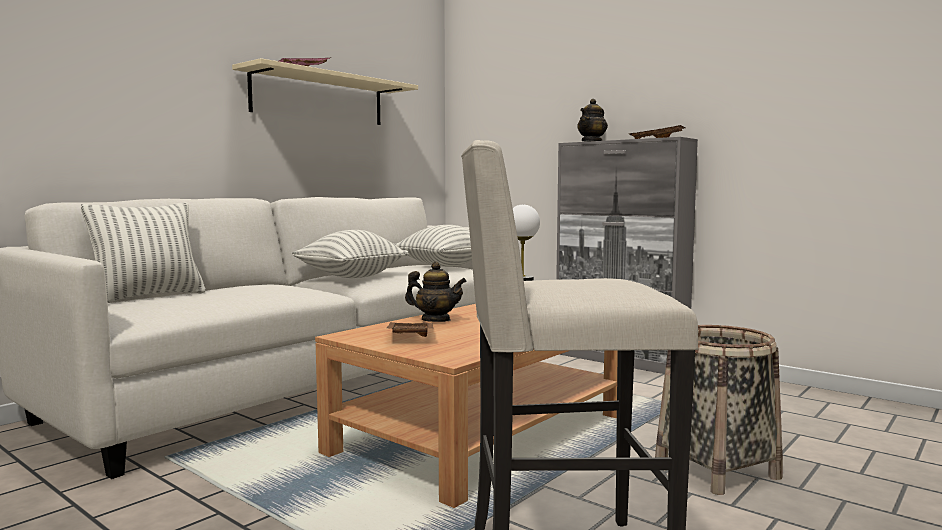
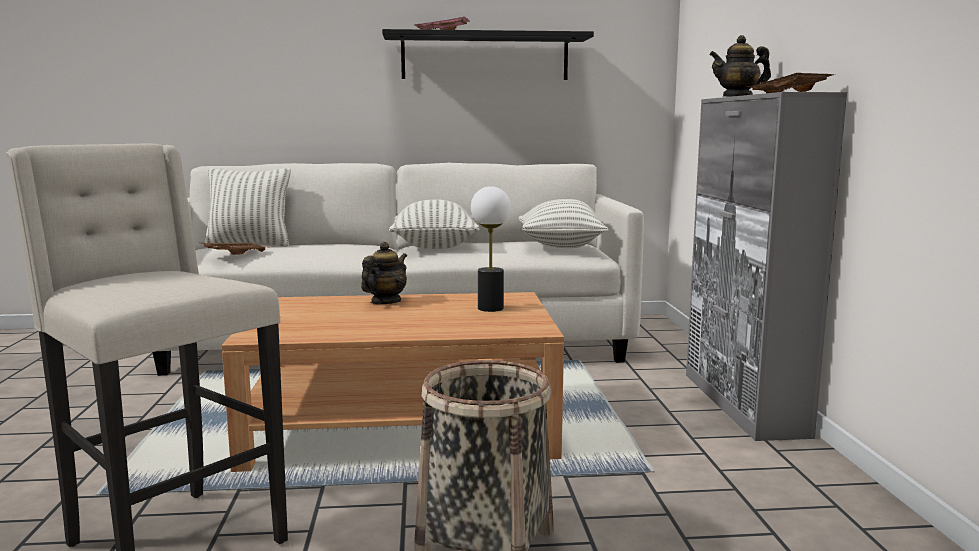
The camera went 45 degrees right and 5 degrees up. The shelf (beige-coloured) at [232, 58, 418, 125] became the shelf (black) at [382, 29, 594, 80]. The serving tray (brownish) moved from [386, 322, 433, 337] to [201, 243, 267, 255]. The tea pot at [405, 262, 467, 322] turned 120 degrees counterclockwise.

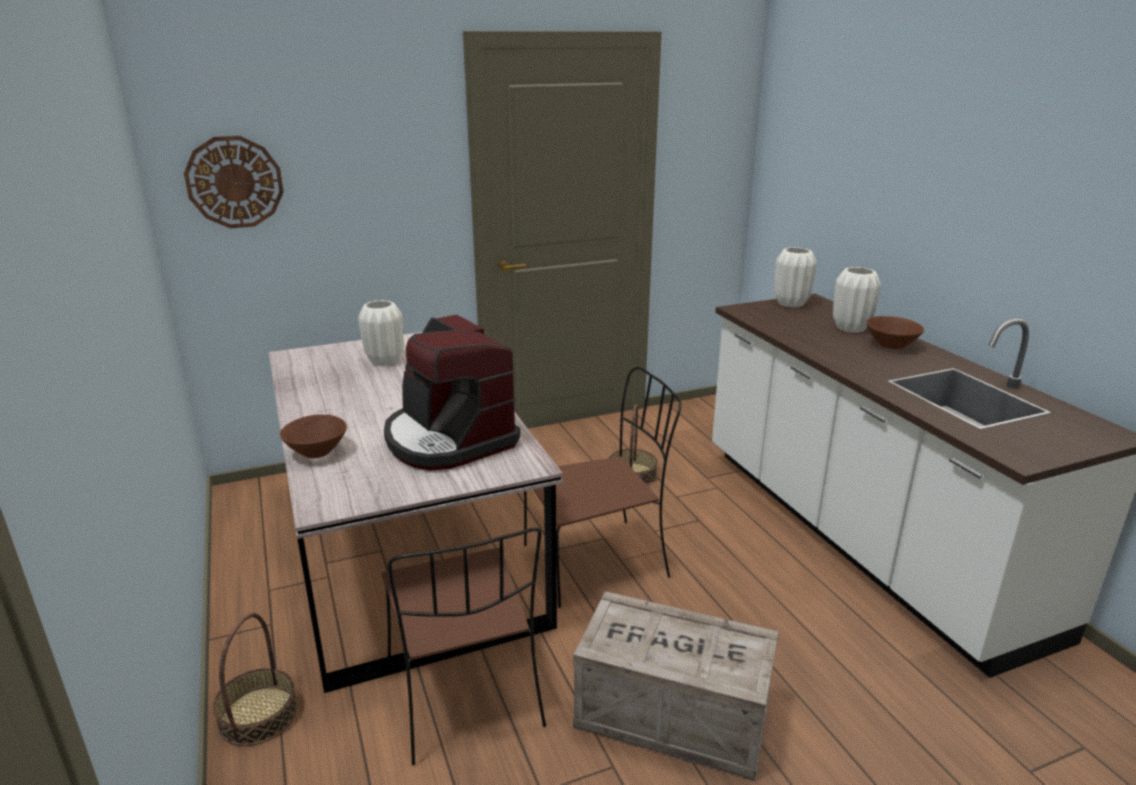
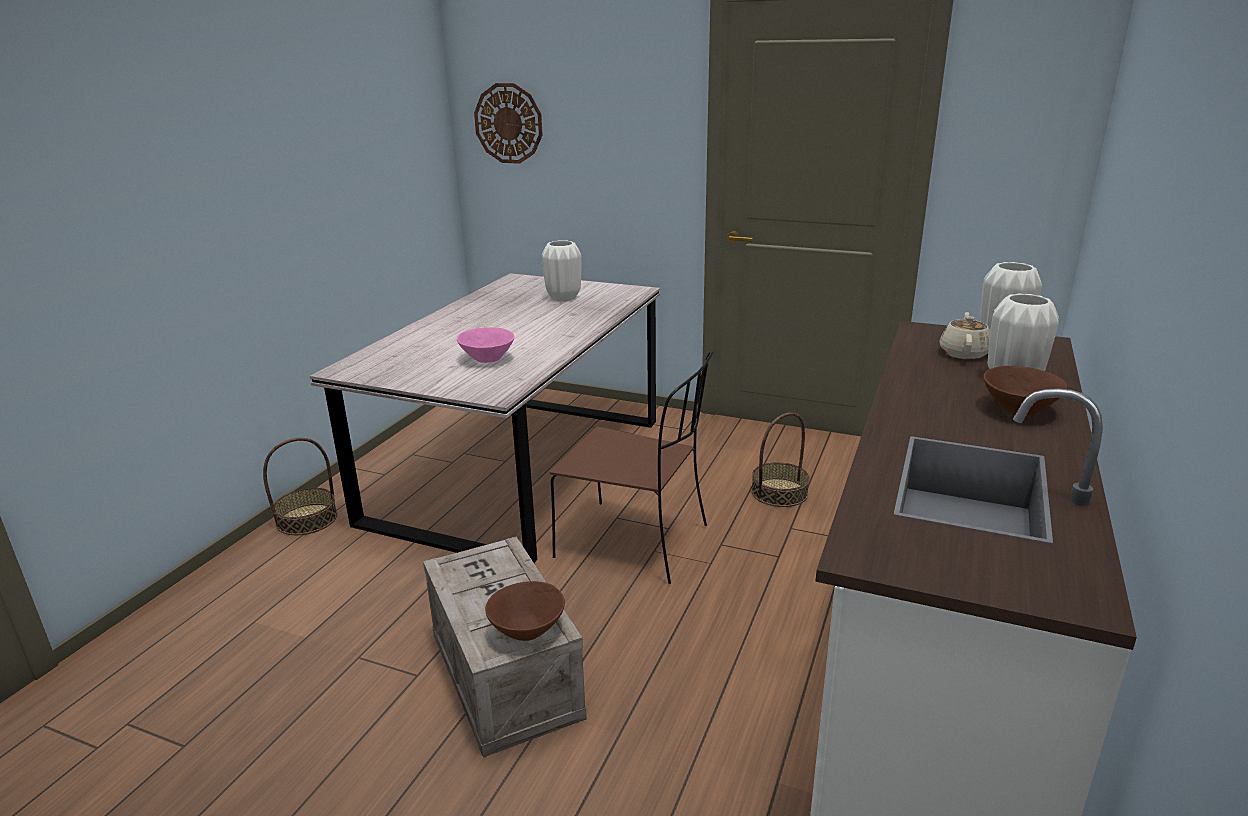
The camera went 45 degrees right and 0 degrees up. The deep dish (brownish) moved from [280, 414, 347, 458] to [485, 581, 565, 641]. The plain chair (brownish) at [381, 527, 546, 765] disappeared. The coffee maker at [384, 314, 520, 471] was replaced by the deep dish (pinkish) at [457, 328, 514, 363]. The tea pot (beige-coloured) at [939, 312, 990, 359] appeared.

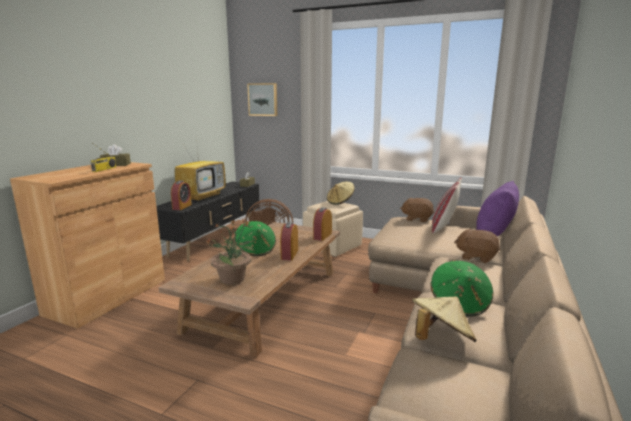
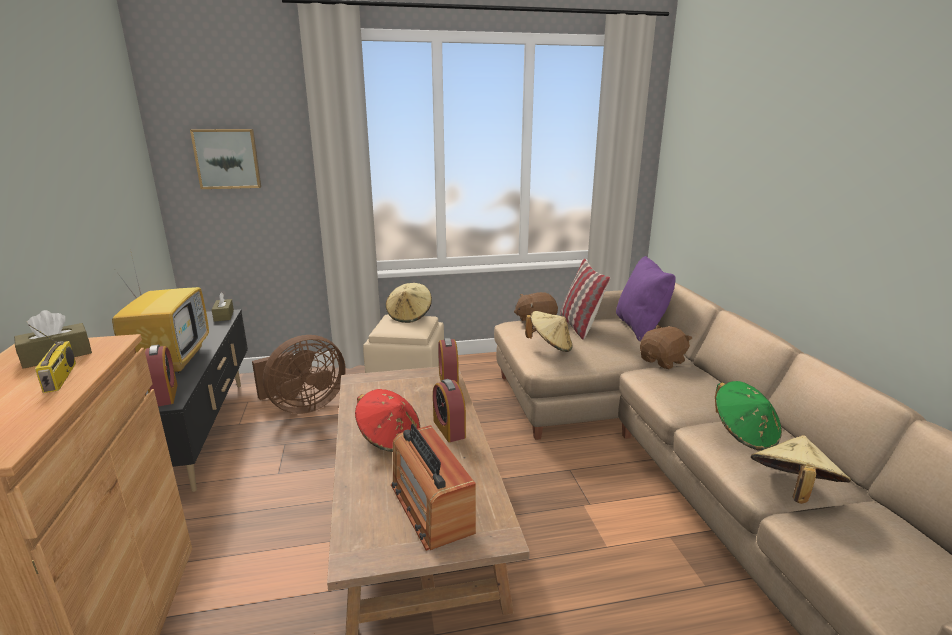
The camera went 35 degrees left and 5 degrees up. The plant in a pot at [204, 218, 254, 285] was replaced by the radio at [391, 424, 476, 551]. The hat (green) at [234, 221, 276, 256] became the hat (reddish) at [355, 389, 420, 452]. The plush toy (brownish) at [454, 228, 500, 263] turned 150 degrees clockwise. The hat (beige-coloured) at [525, 311, 573, 352] appeared.

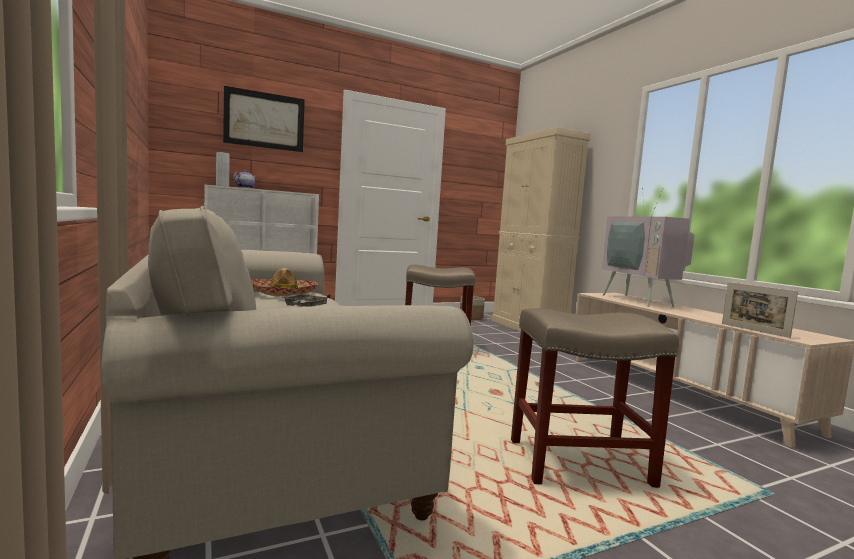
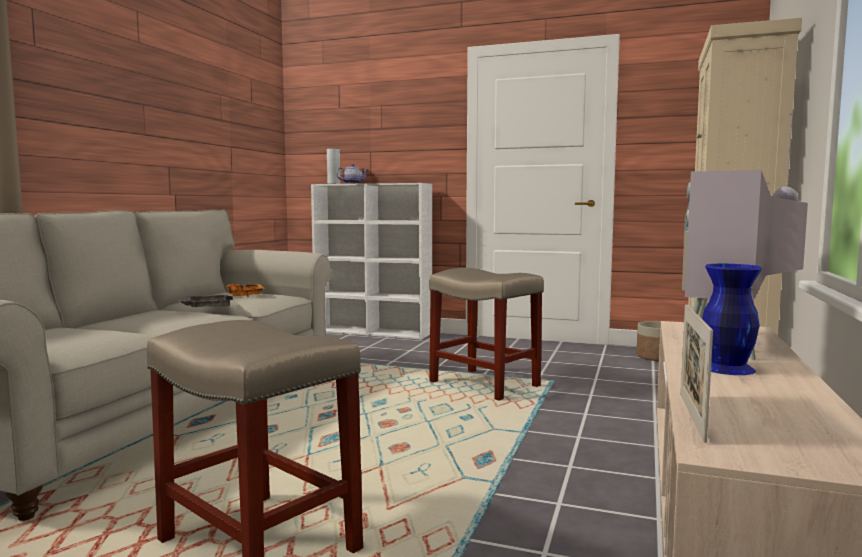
The camera went 45 degrees right and 0 degrees up. The wall art at [223, 86, 305, 152] disappeared. The hat at [251, 268, 319, 297] was replaced by the serving tray (orangey) at [226, 283, 265, 297]. The vase (bluish) at [702, 264, 762, 375] appeared.

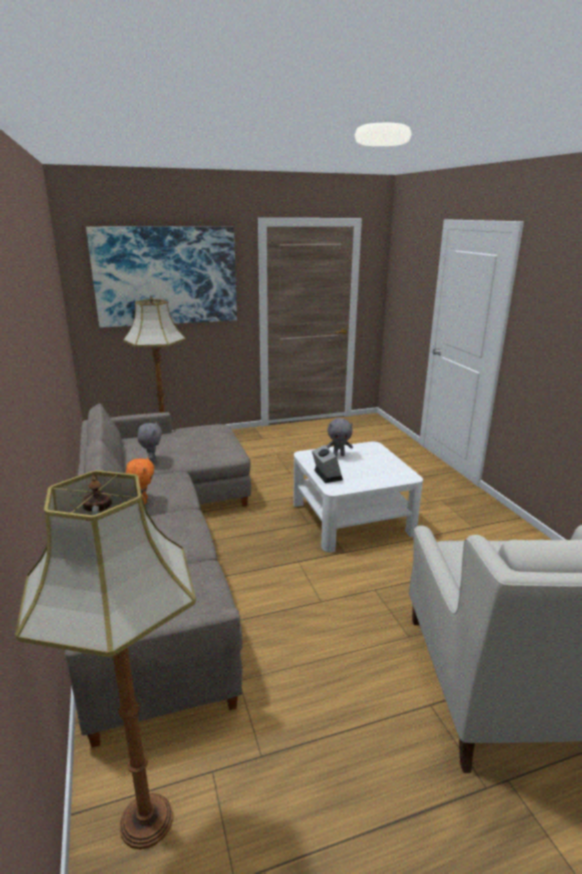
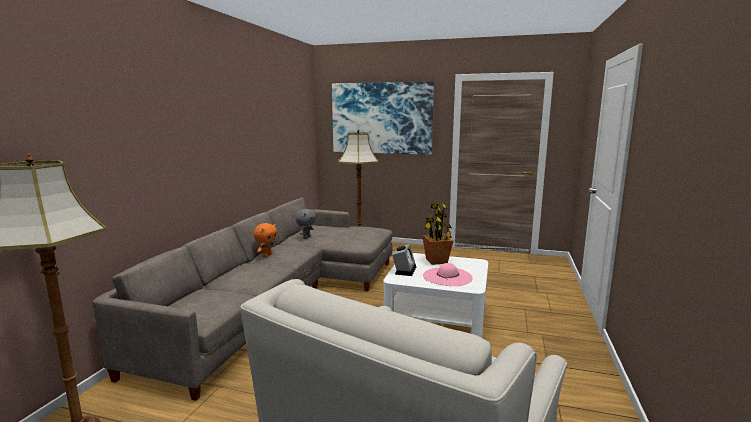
The camera went 35 degrees right and 10 degrees down. The plush toy (gray) at [327, 418, 353, 456] was replaced by the plant in a pot at [422, 203, 454, 265]. The hat (pinkish) at [423, 263, 473, 286] appeared.

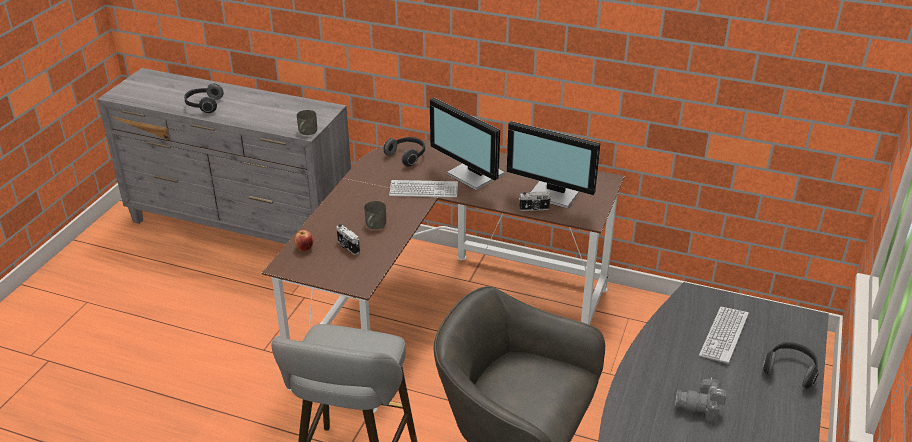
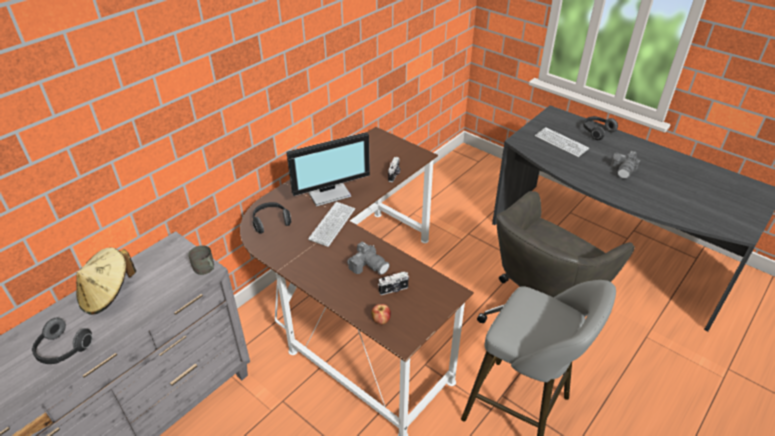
The camera went 70 degrees left and 5 degrees up. The tea mug (gray) at [364, 201, 386, 229] was replaced by the still camera at [347, 242, 390, 275]. The computer screen at [507, 121, 600, 209] disappeared. The hat (beige-coloured) at [76, 247, 136, 315] appeared.

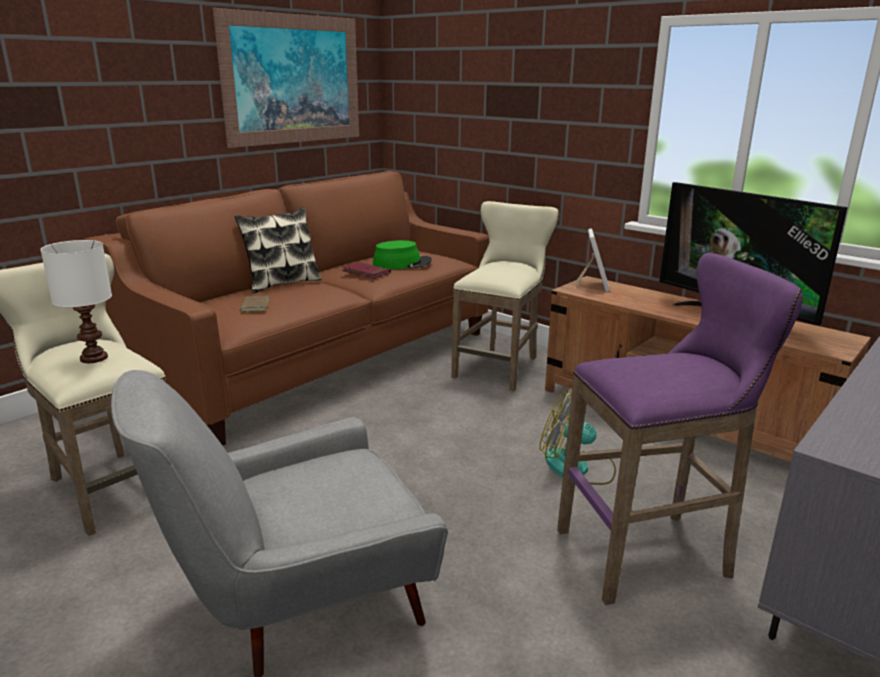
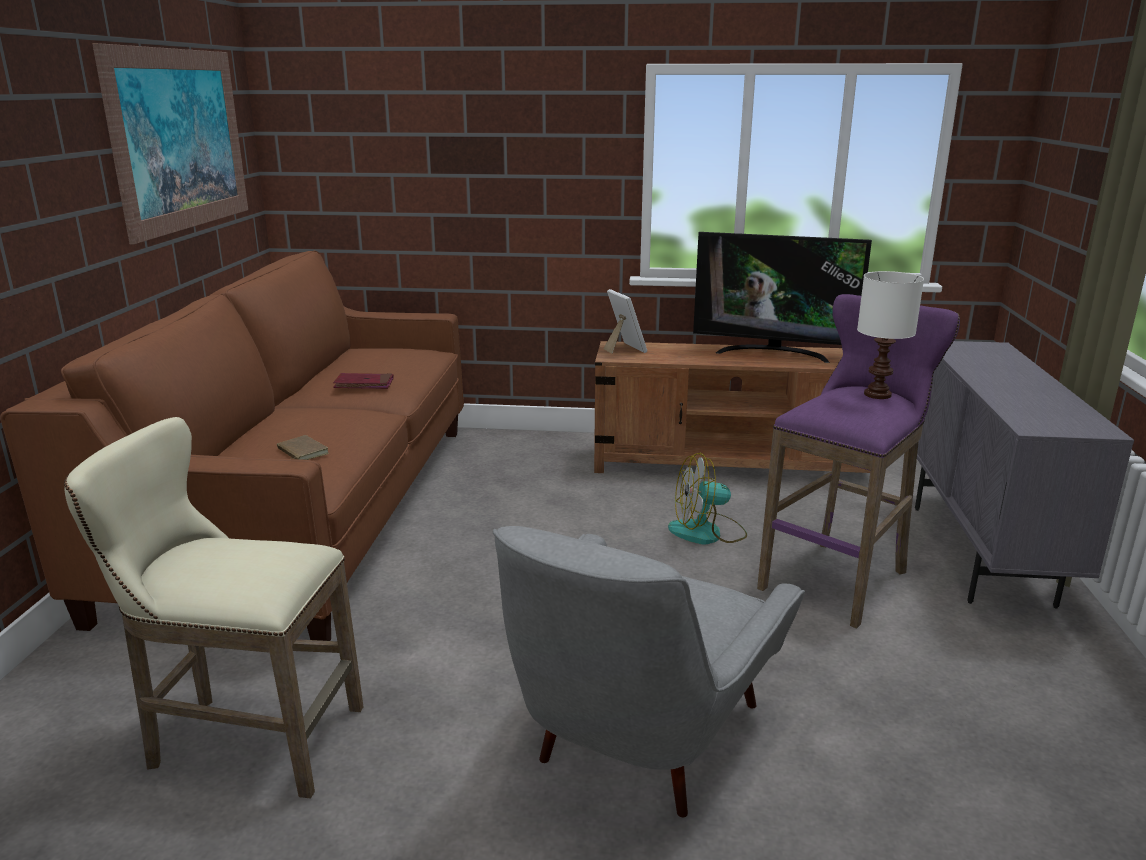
The camera went 35 degrees left and 0 degrees up. The lamp for a table (white-coloured) moved from [40, 240, 112, 363] to [857, 271, 924, 399]. The throw pillow at [234, 207, 322, 293] disappeared. The hat (green) at [373, 240, 432, 269] disappeared. The sitting stool (beige-coloured) at [451, 201, 559, 391] disappeared.

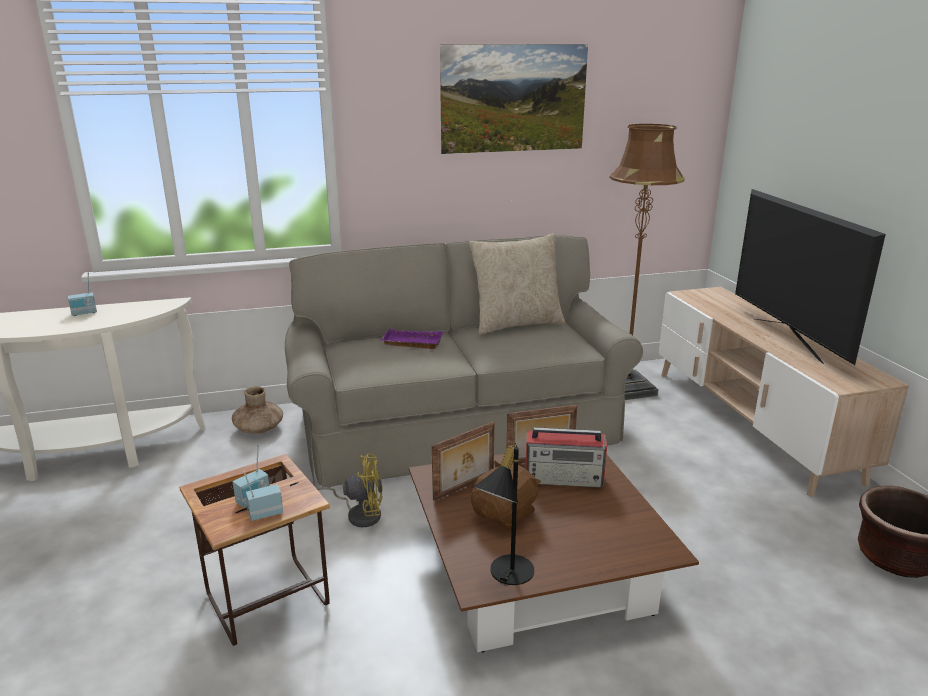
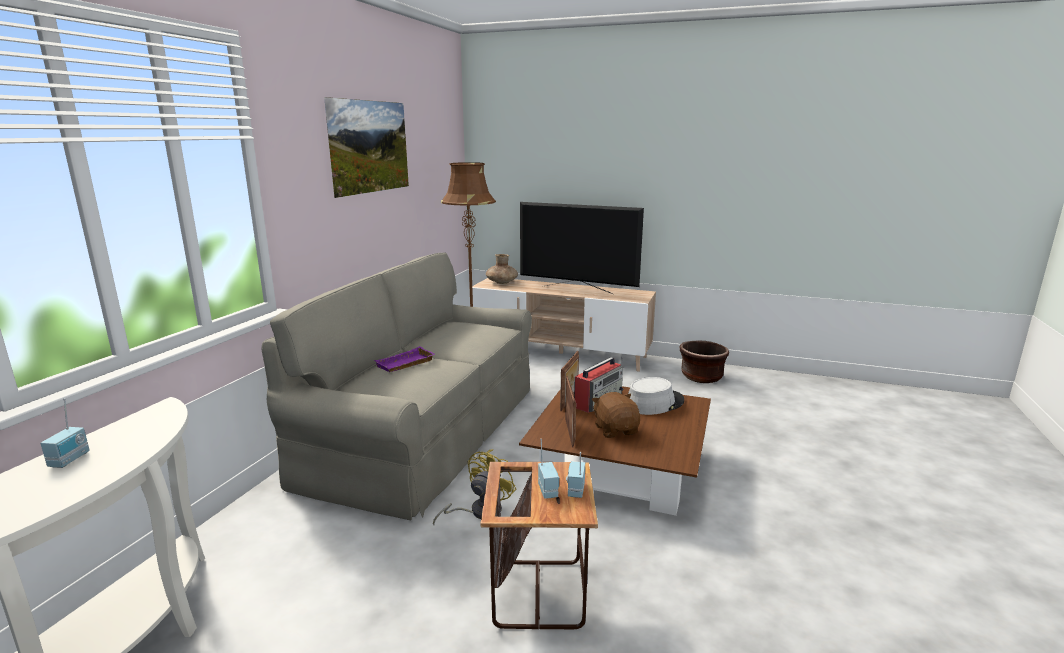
The camera went 55 degrees left and 5 degrees down. The vase (brownish) moved from [232, 386, 283, 434] to [486, 254, 518, 284]. The throw pillow (beige-coloured) at [469, 233, 566, 334] disappeared. The lamp for a table (black) at [474, 443, 534, 585] disappeared. The hat (gray) at [628, 377, 684, 415] appeared.

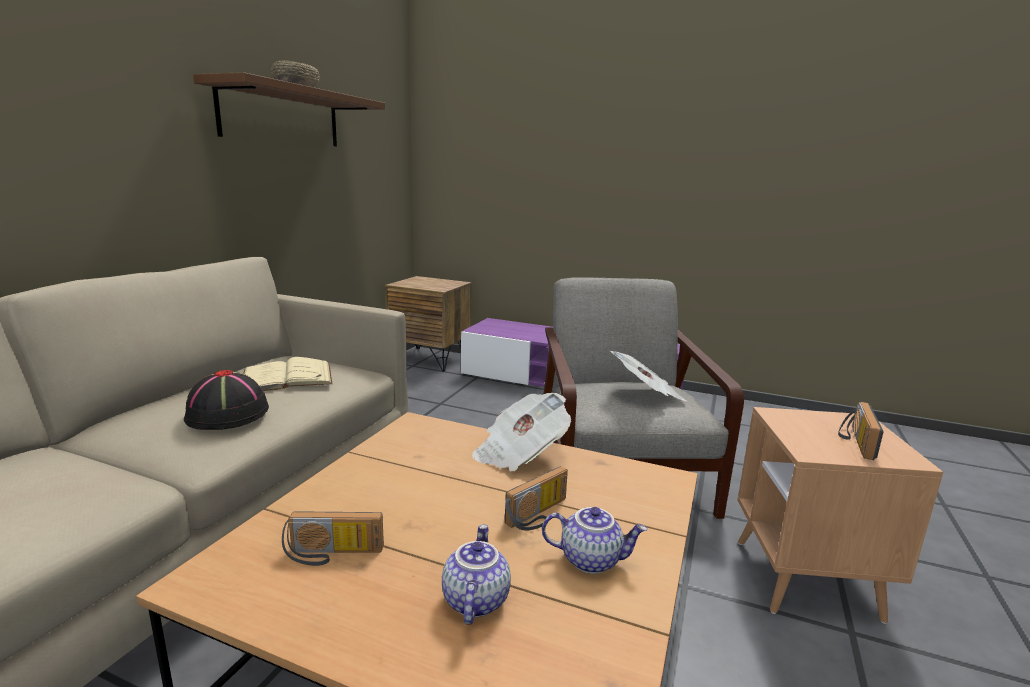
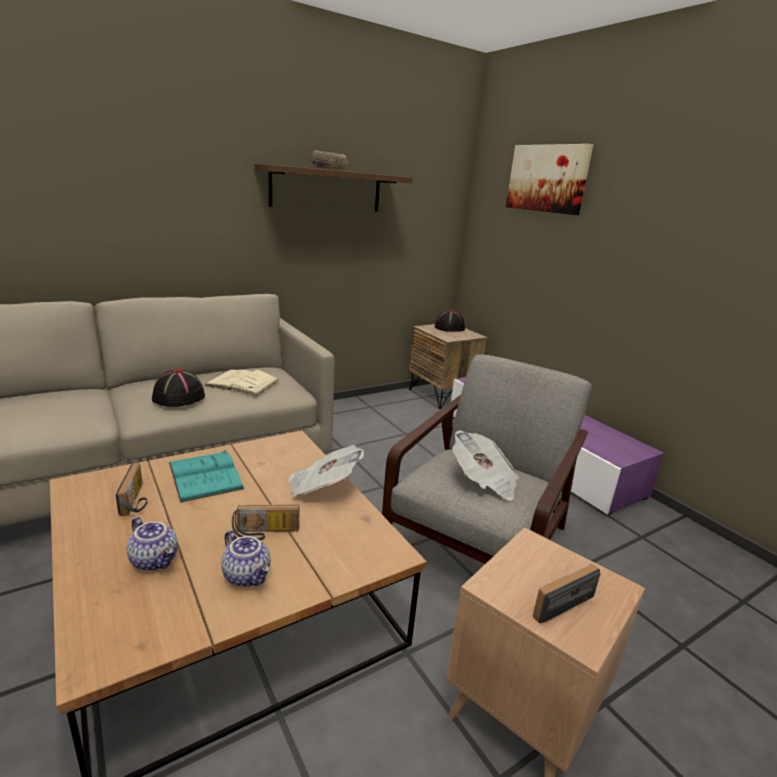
The camera went 35 degrees right and 5 degrees up. The radio at [282, 511, 384, 566] turned 135 degrees counterclockwise. The tea pot at [442, 525, 511, 625] turned 90 degrees clockwise. The book (blue-green) at [169, 450, 244, 503] appeared. The hat (black) at [435, 310, 465, 332] appeared. The wall art at [506, 144, 594, 215] appeared.

